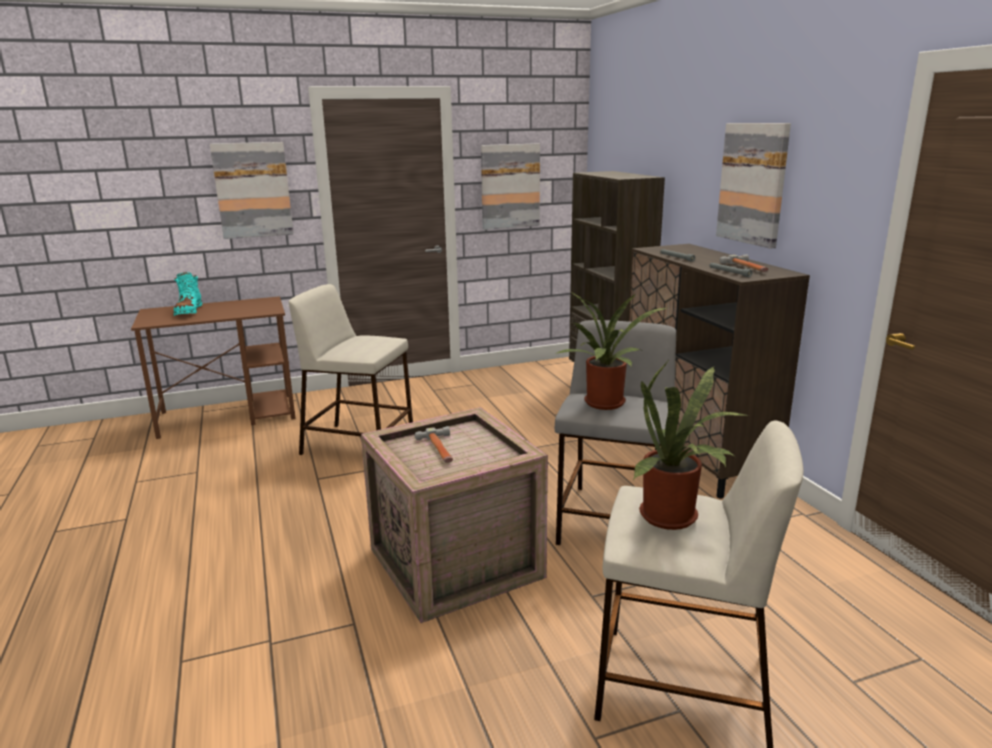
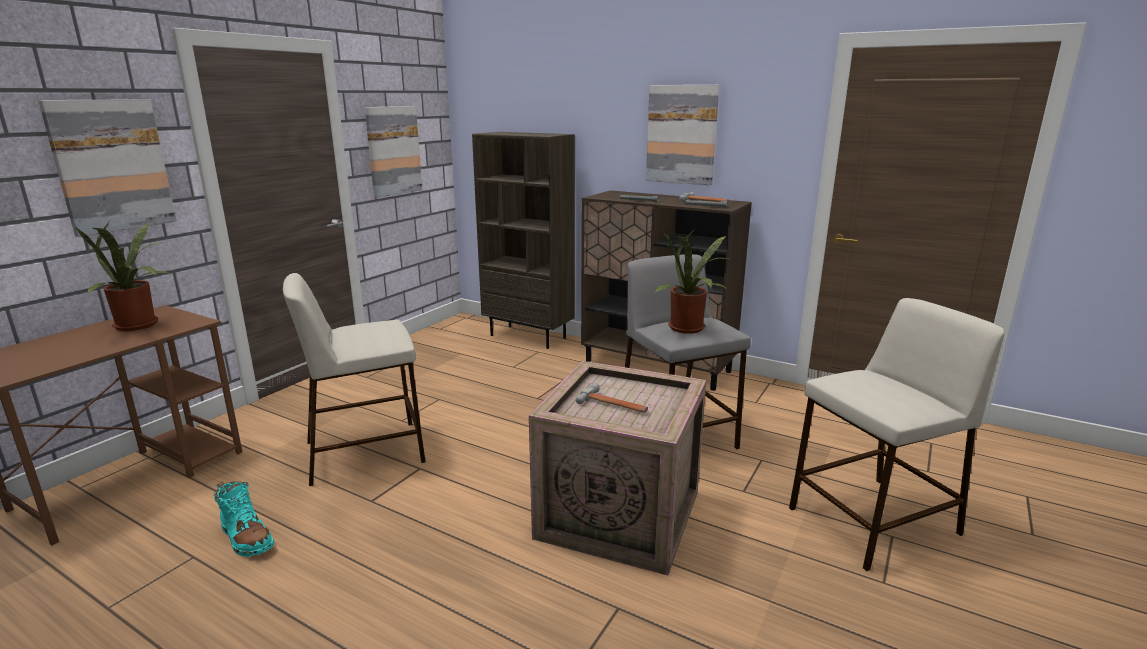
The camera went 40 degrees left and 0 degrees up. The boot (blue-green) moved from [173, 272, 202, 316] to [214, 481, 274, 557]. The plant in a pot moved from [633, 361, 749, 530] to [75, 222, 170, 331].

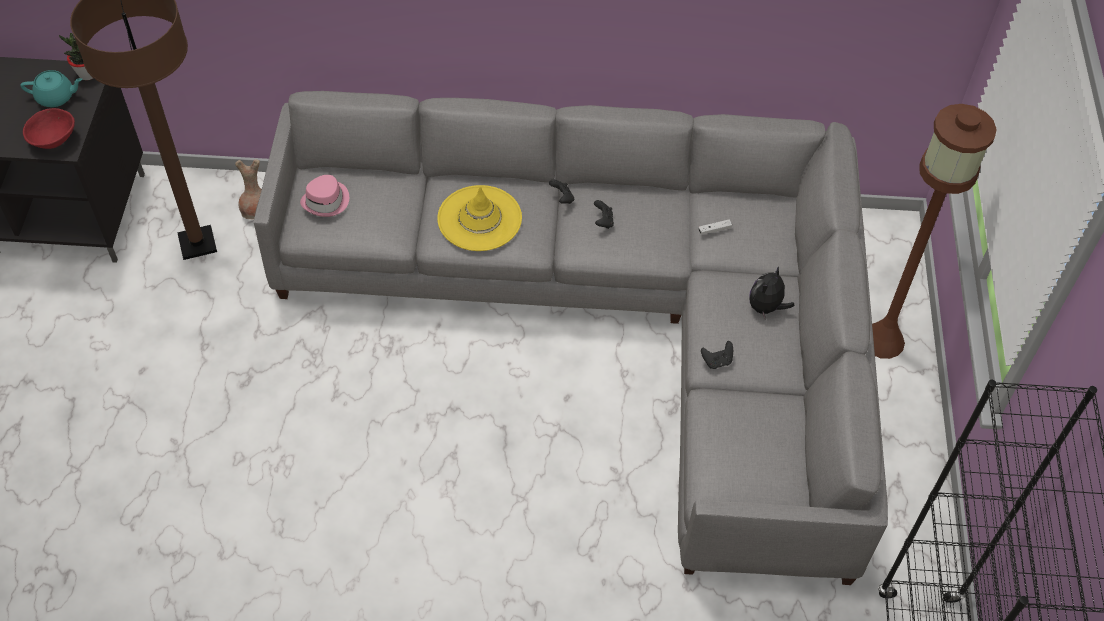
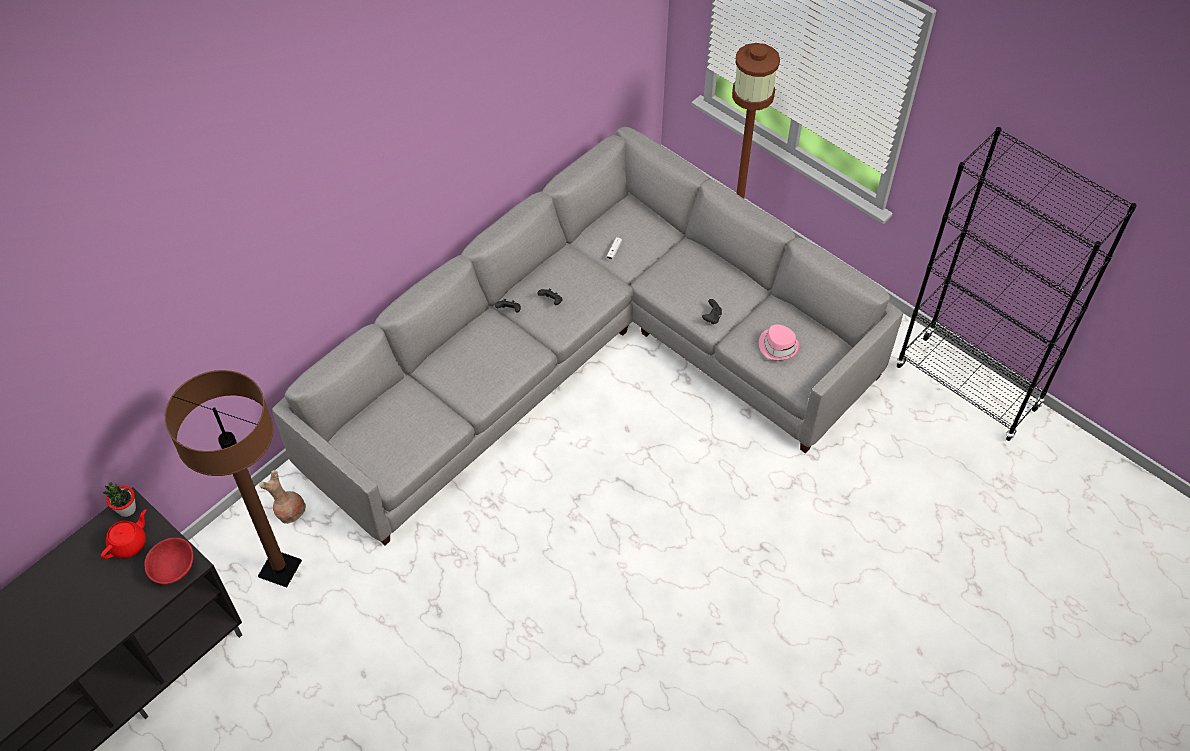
The camera went 50 degrees left and 0 degrees up. The tea pot (blue-green) at [20, 70, 83, 107] became the tea pot (reddish) at [101, 509, 146, 559]. The hat (pinkish) moved from [300, 175, 349, 217] to [759, 324, 801, 361]. The hat (yellow-coloured) at [437, 185, 522, 251] disappeared. The plush toy at [749, 267, 795, 319] disappeared.

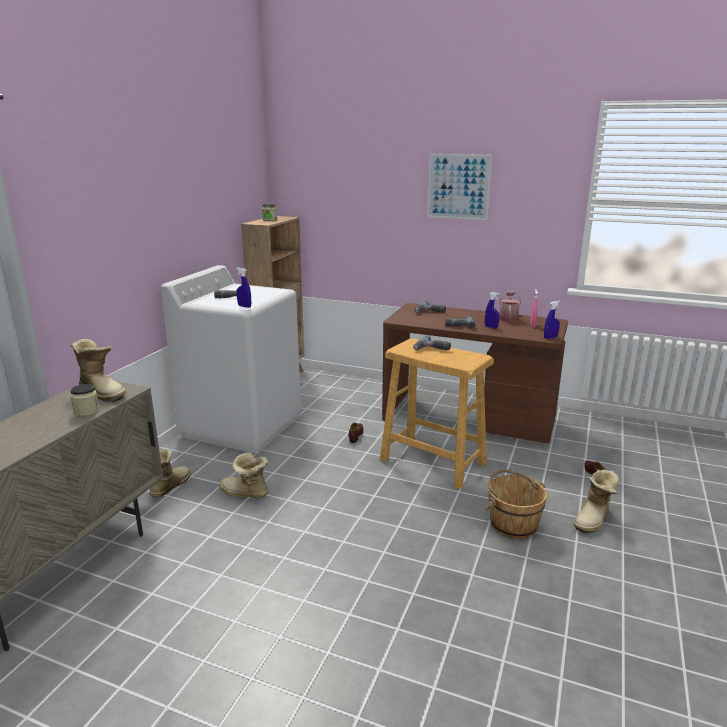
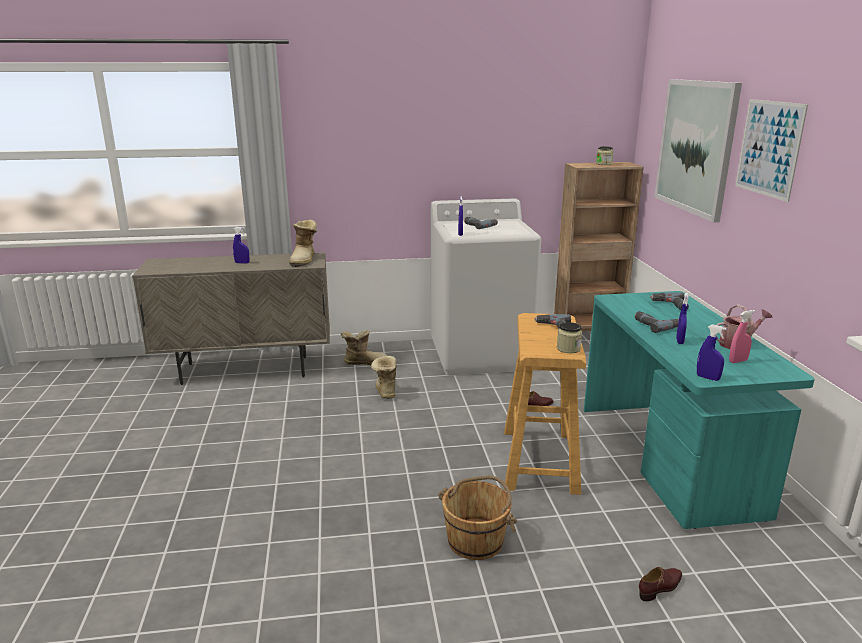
The camera went 60 degrees right and 0 degrees up. The storage jar moved from [70, 384, 100, 416] to [557, 322, 582, 353]. The desk unit (brownish) at [382, 303, 568, 443] became the desk unit (blue-green) at [584, 291, 815, 529]. The boot at [574, 470, 619, 533] disappeared. The spray bottle (bluish) at [233, 227, 249, 264] appeared. The wall art at [654, 79, 742, 223] appeared.

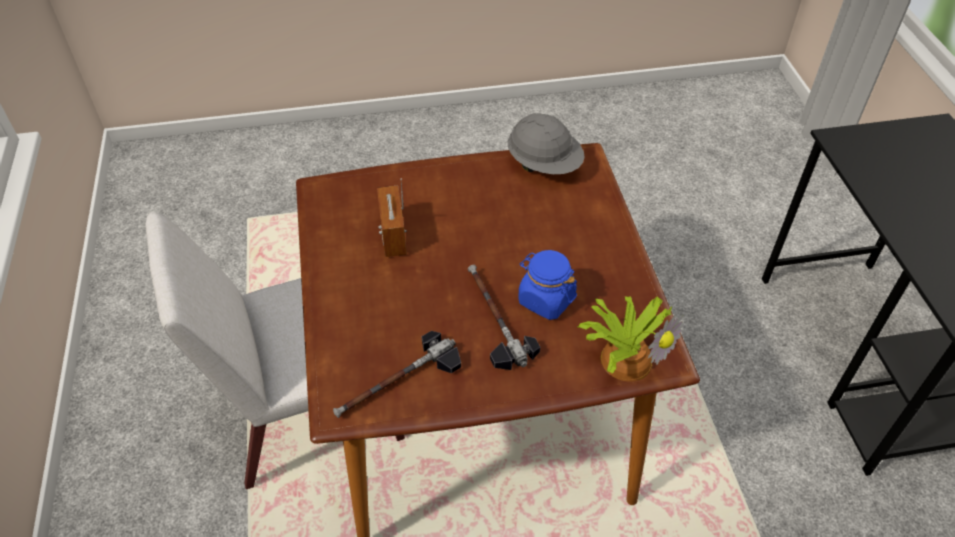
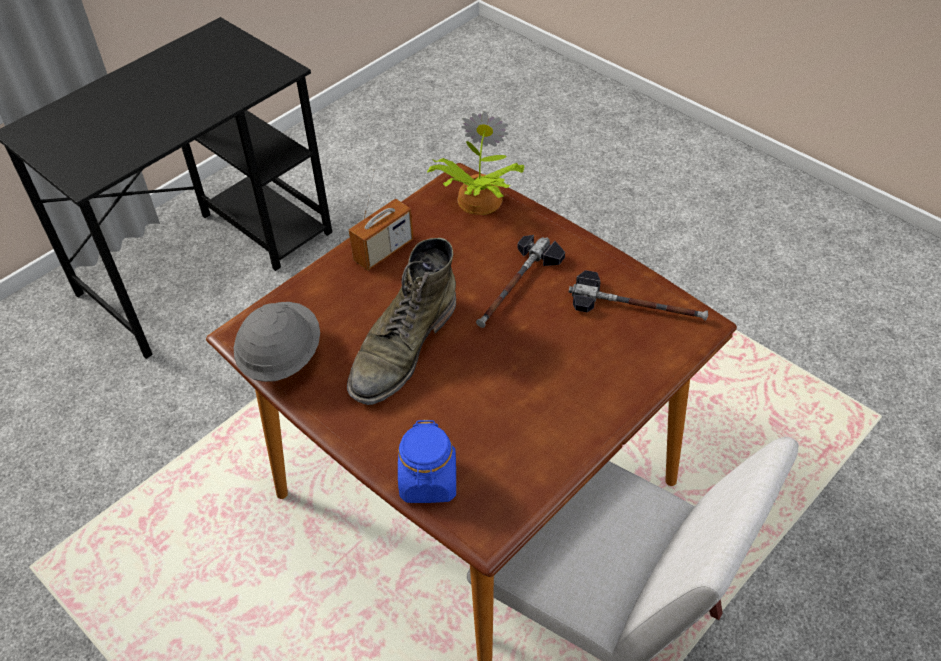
The camera went 125 degrees left and 0 degrees up. The radio moved from [377, 178, 407, 257] to [349, 169, 414, 271]. The storage jar (bluish) moved from [518, 250, 577, 320] to [398, 419, 456, 503]. The boot (green) at [347, 238, 456, 405] appeared.

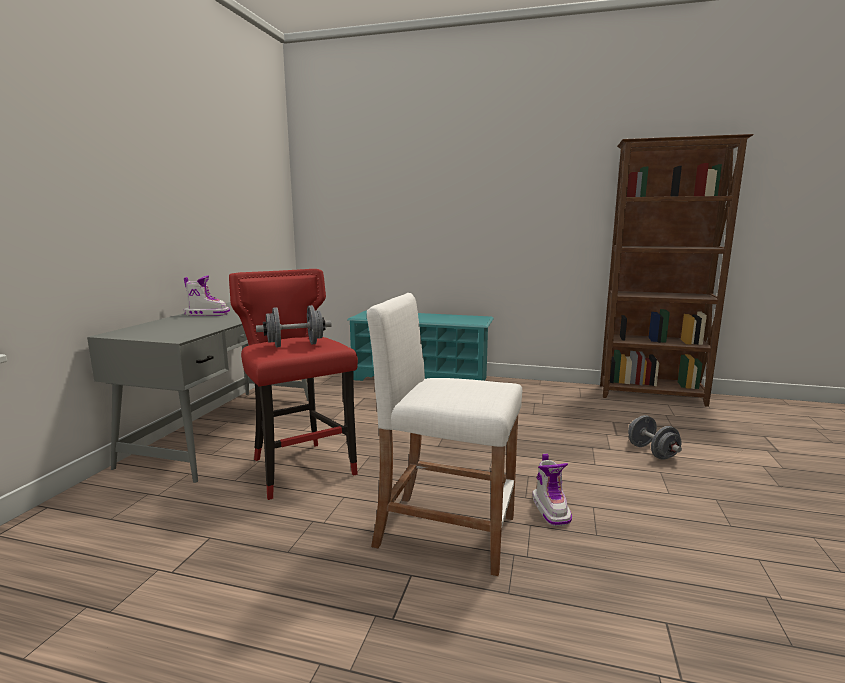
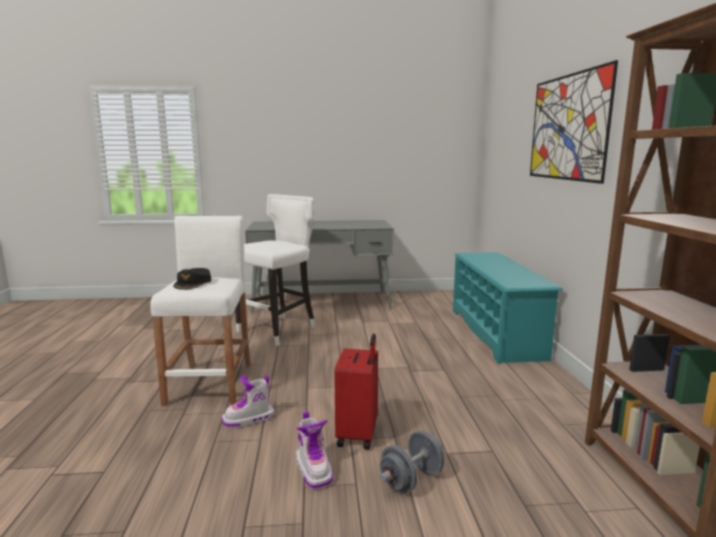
The camera went 70 degrees right and 0 degrees up. The boot moved from [184, 275, 230, 316] to [296, 411, 333, 489]. The sitting stool (reddish) at [229, 269, 358, 500] became the sitting stool (white-coloured) at [235, 194, 316, 346]. The hand weight (gray) at [256, 305, 332, 348] disappeared. The cap (black) at [173, 268, 211, 290] appeared. The suitcase (reddish) at [334, 334, 378, 450] appeared. The wall art at [530, 60, 618, 184] appeared.

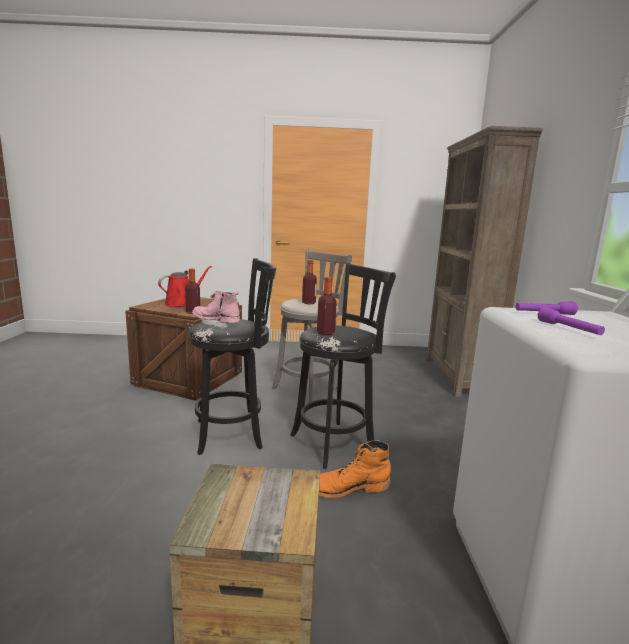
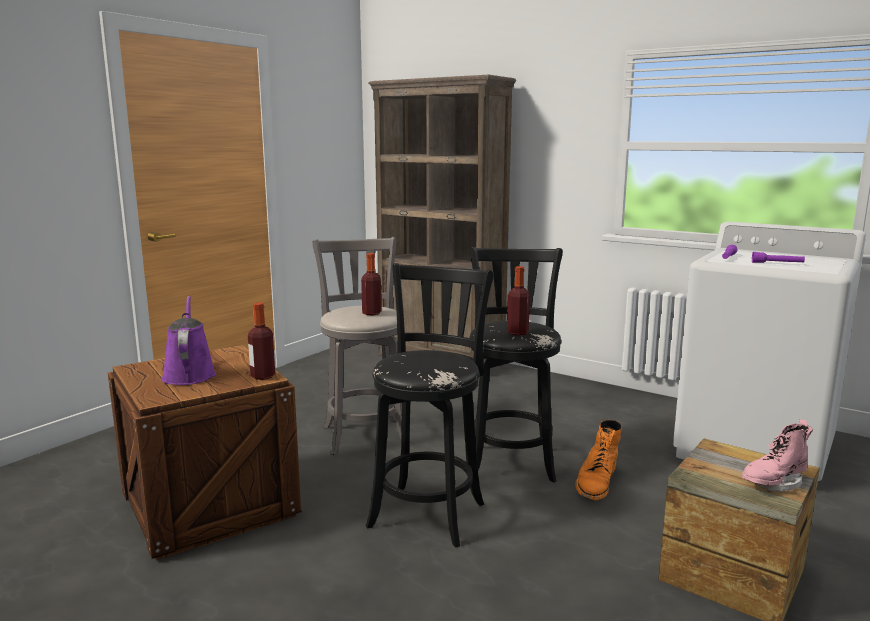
The camera went 55 degrees left and 0 degrees up. The watering can (reddish) at [158, 266, 212, 307] became the watering can (purple) at [162, 296, 216, 385]. The boot (pinkish) moved from [192, 291, 240, 329] to [742, 419, 813, 492].

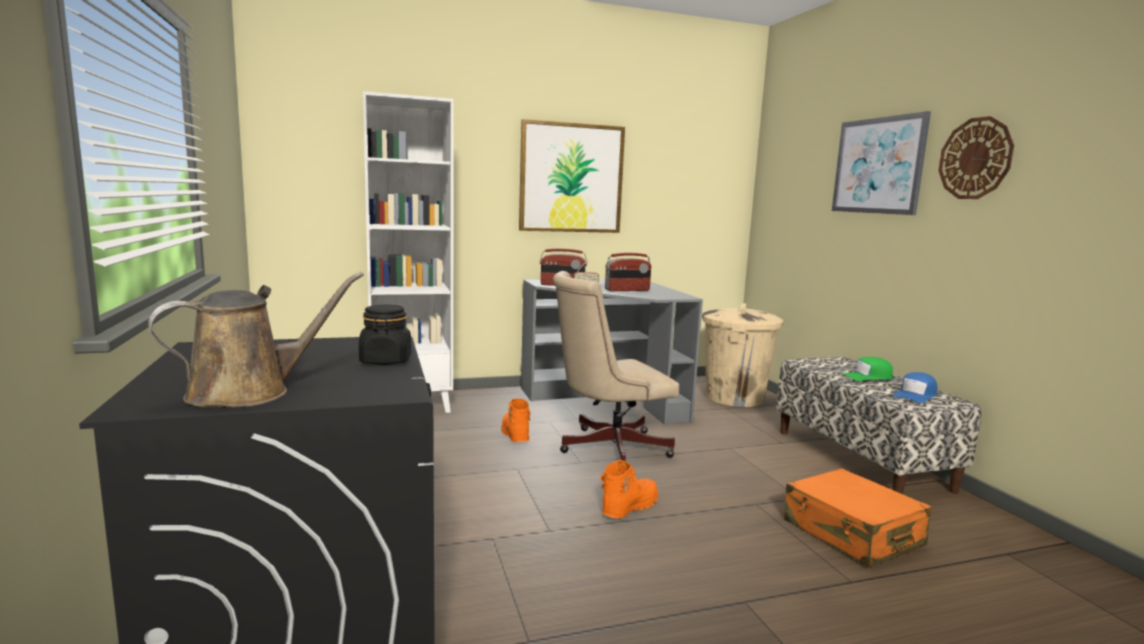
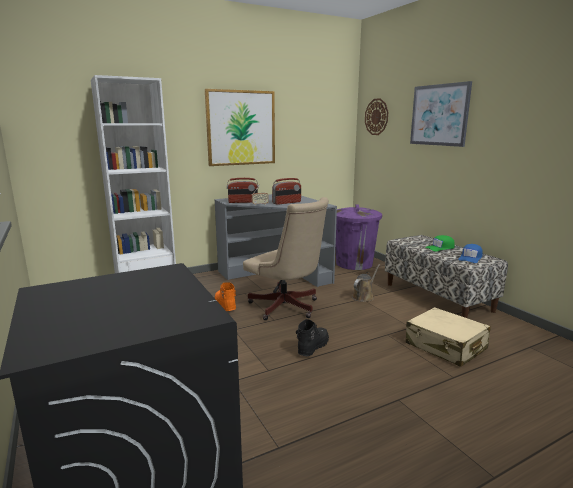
The camera went 10 degrees left and 5 degrees up. The watering can (brownish) moved from [148, 272, 364, 407] to [352, 264, 380, 302]. The storage jar (black) at [359, 305, 411, 365] disappeared. The desk chair (beige-coloured) at [553, 271, 679, 462] turned 105 degrees counterclockwise. The boot (orangey) at [600, 460, 659, 518] became the boot (black) at [296, 319, 329, 356]. The trash can (beige-coloured) at [702, 303, 783, 407] became the trash can (purple) at [336, 204, 382, 270]. The suitcase (orangey) at [784, 468, 932, 567] became the suitcase (beige-coloured) at [406, 307, 491, 367]. The hanging clock moved from [938, 116, 1014, 199] to [365, 98, 388, 135].

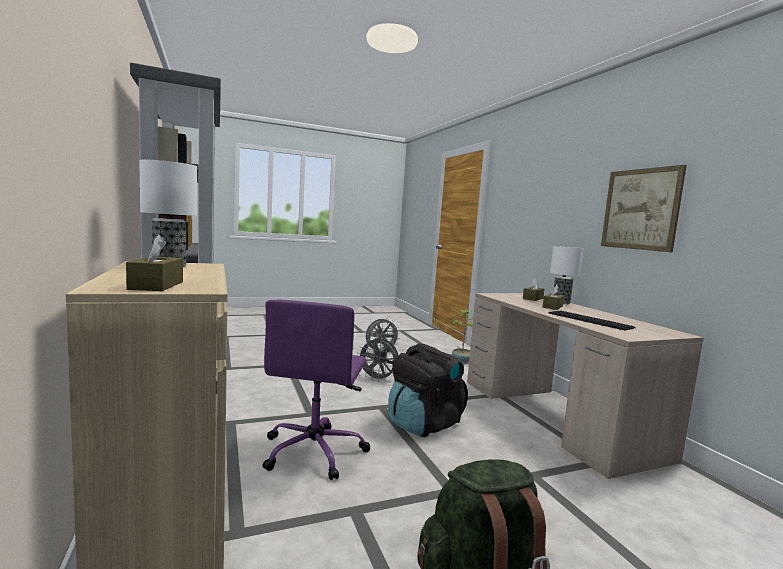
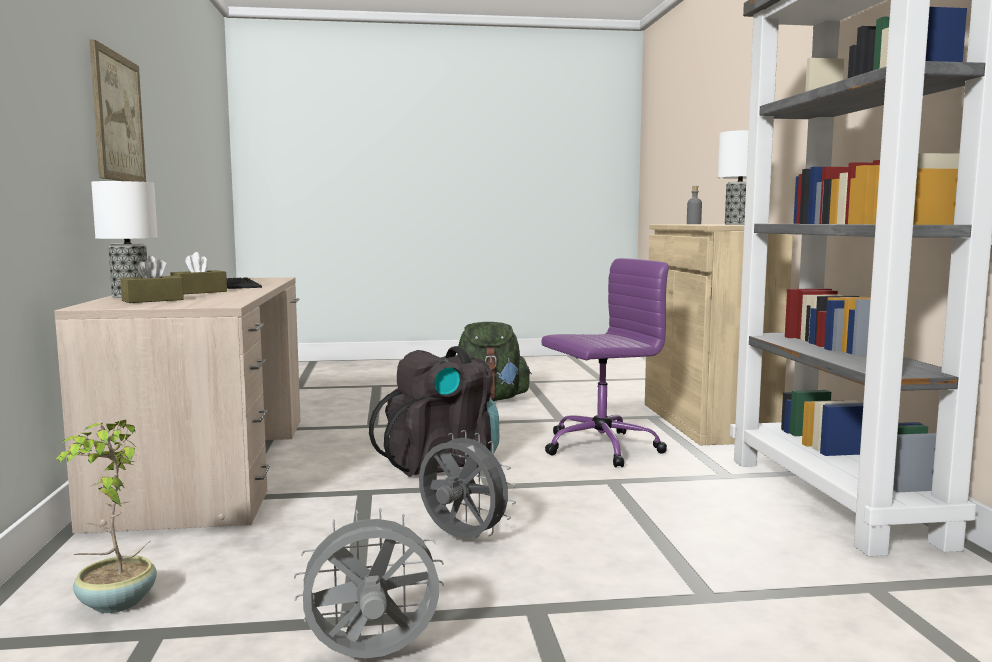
The camera went 165 degrees left and 0 degrees up. The box of tissues (brownish) at [126, 235, 183, 291] was replaced by the beverage bottle (gray) at [687, 186, 702, 224]. The desk chair (purple) at [262, 300, 371, 480] turned 45 degrees clockwise.

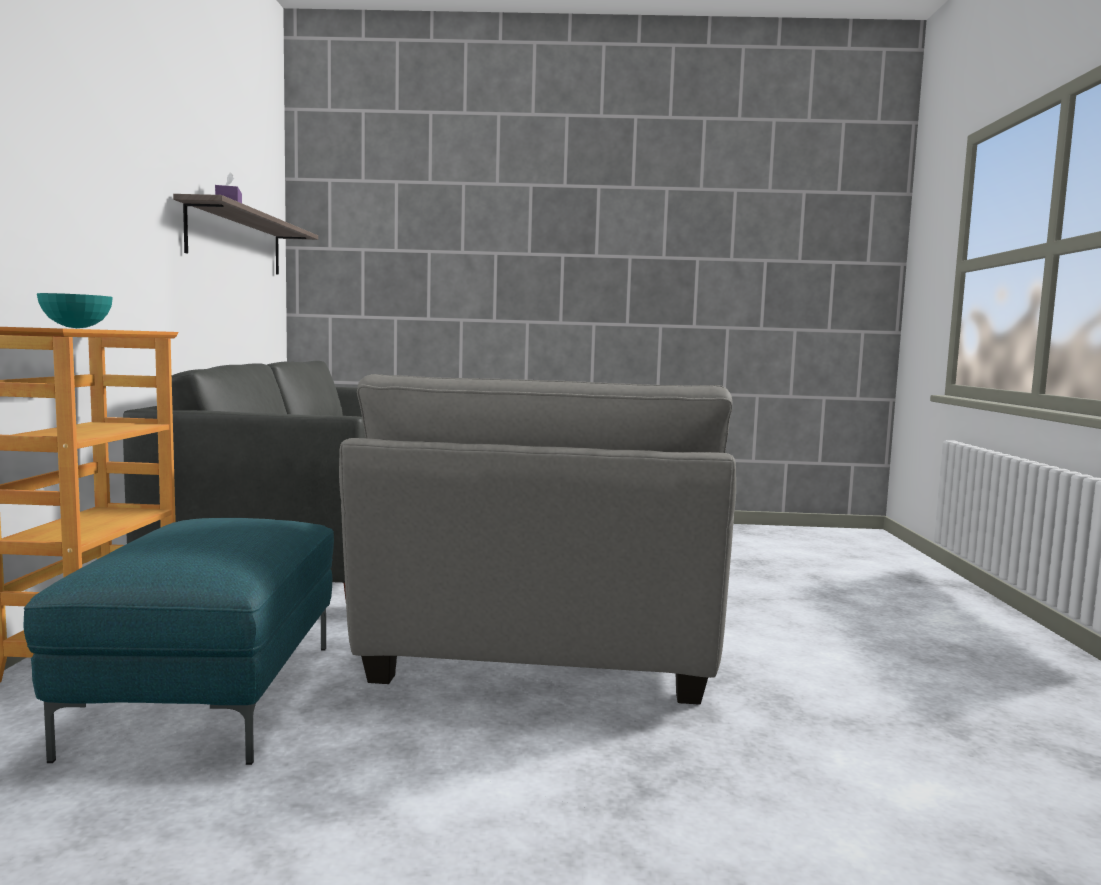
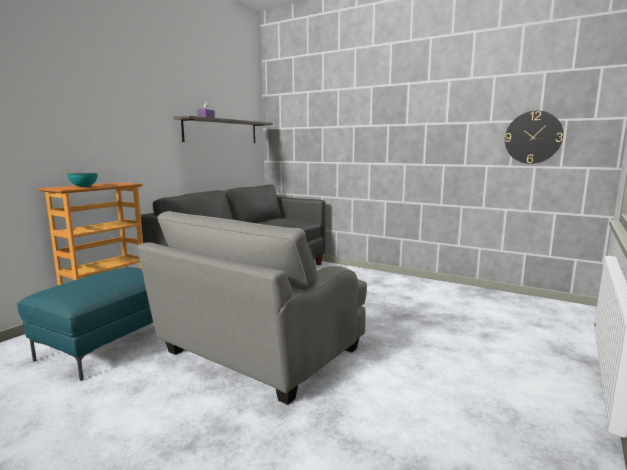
The camera went 30 degrees right and 5 degrees up. The hanging clock at [505, 111, 563, 164] appeared.

